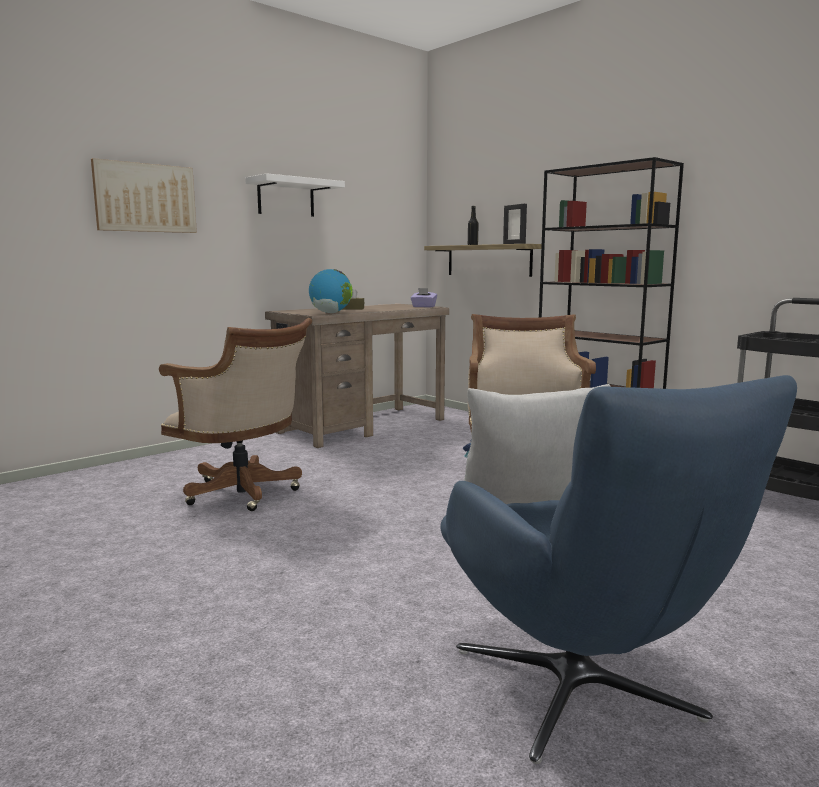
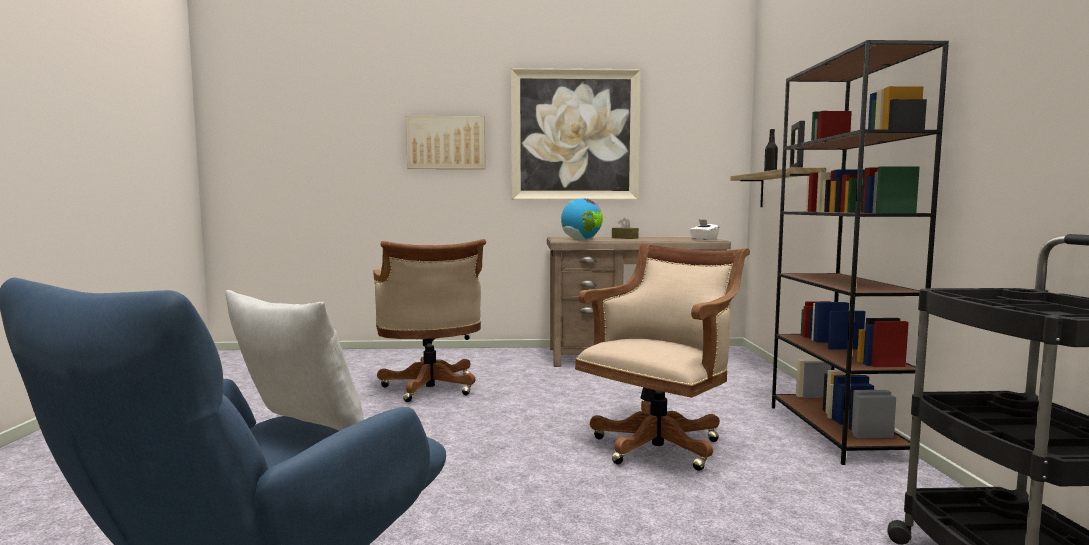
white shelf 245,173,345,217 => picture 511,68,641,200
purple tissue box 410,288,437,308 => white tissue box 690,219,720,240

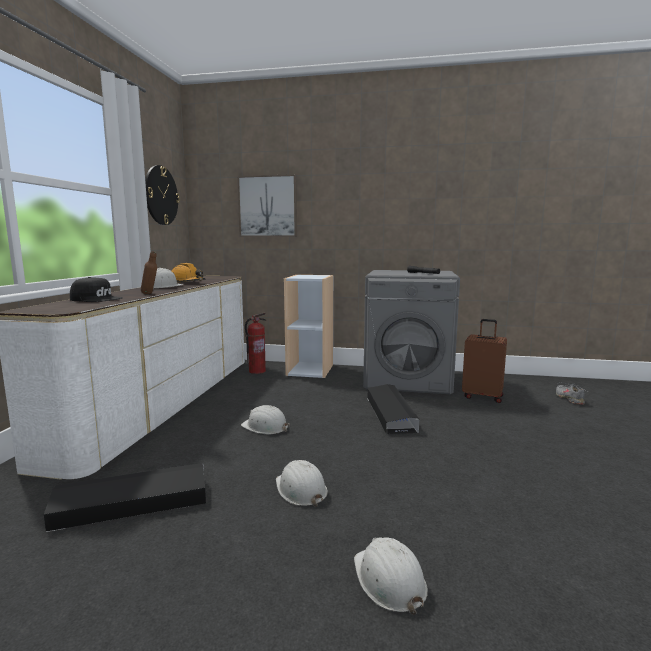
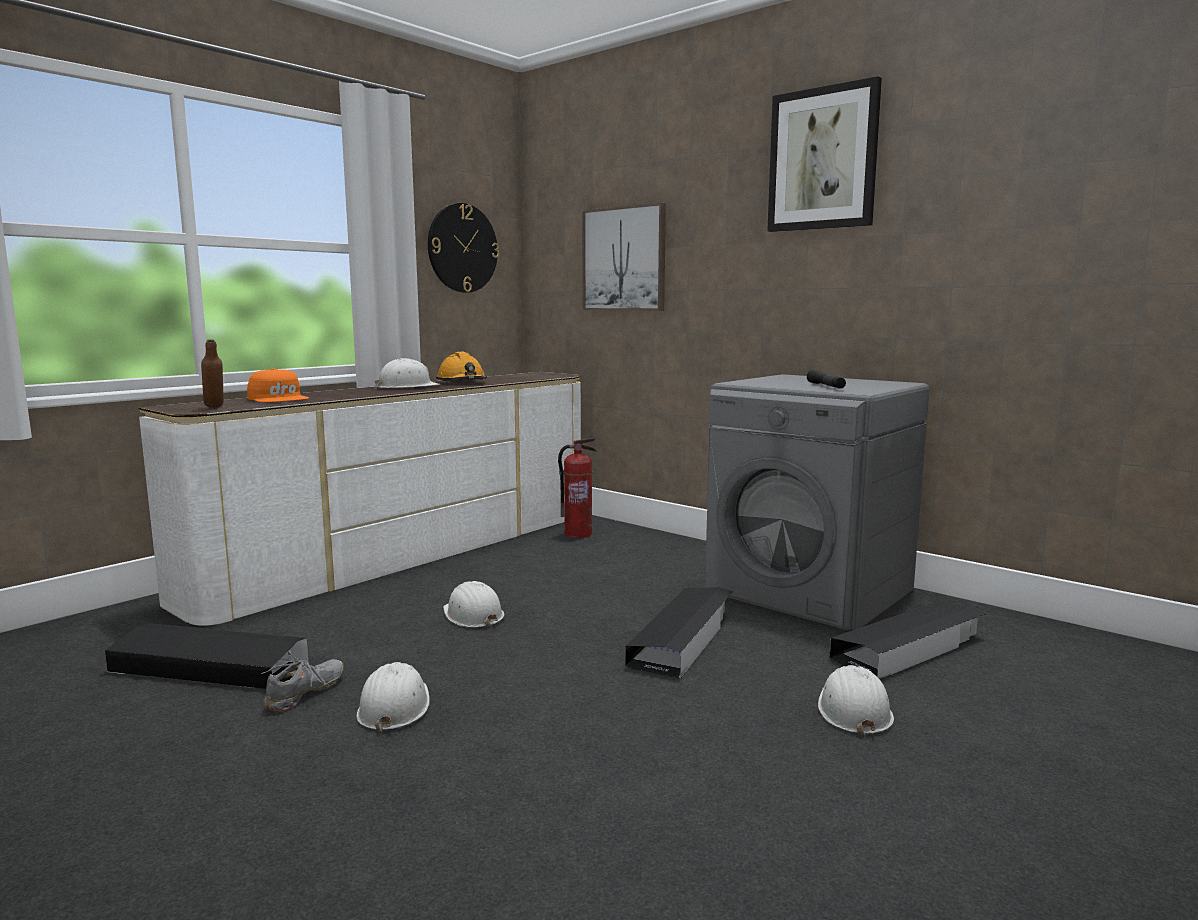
bookcase 284,275,333,378 => nothing
nothing => picture 767,76,882,232
brown bottle 141,251,157,294 => brown bottle 201,339,224,408, moved
white hard hat 354,537,428,615 => white hard hat 818,665,894,738, moved
grey shoe 556,382,587,404 => grey shoe 261,650,344,712, moved
brown suitcase 462,319,507,403 => black storage box 830,601,987,679
black cap 70,277,123,302 => orange cap 247,368,309,402

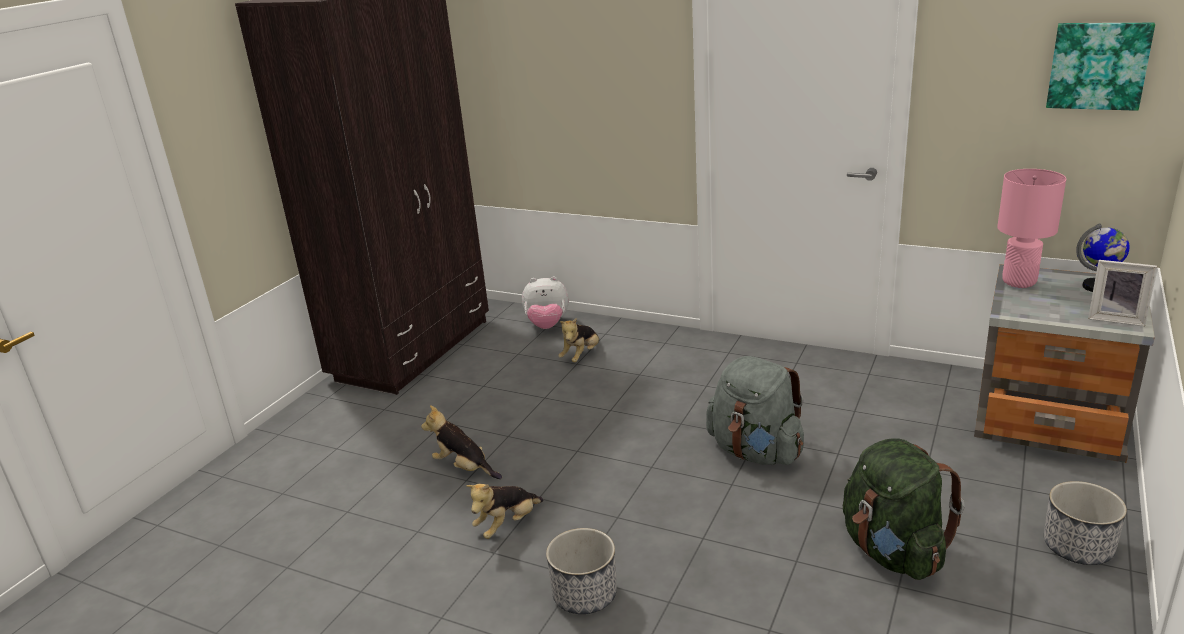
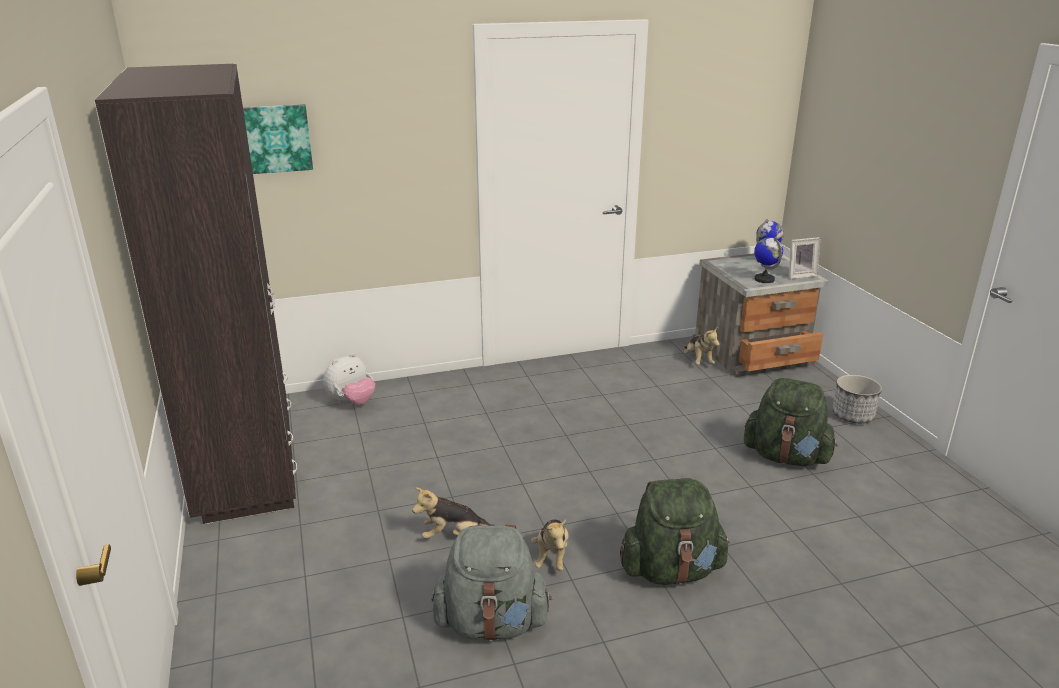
pink table lamp 997,169,1066,288 => nothing
nothing => globe 754,237,783,283
plush toy 558,318,599,362 => plush toy 684,326,719,365, moved
grey backpack 706,356,804,465 => grey backpack 432,525,552,641, moved
picture 1046,23,1155,111 => picture 243,104,313,174, moved
planter 546,528,617,614 => green backpack 620,478,730,585

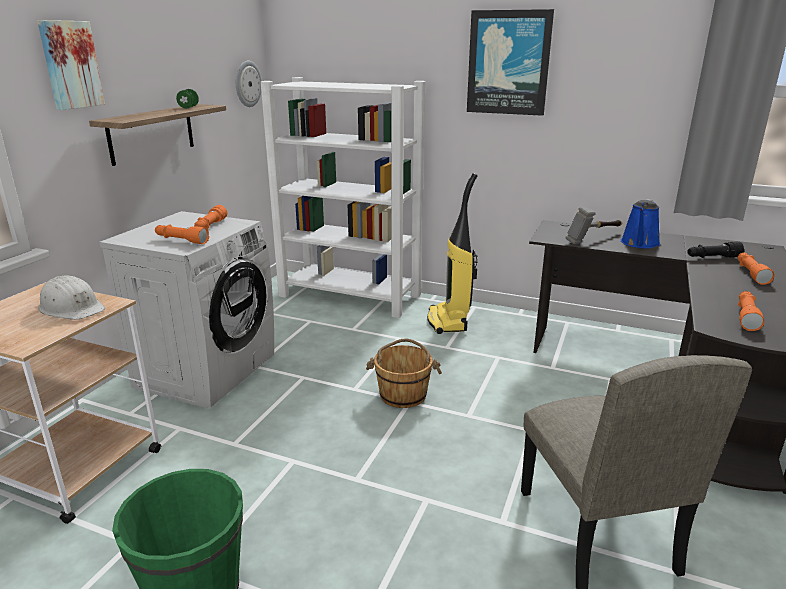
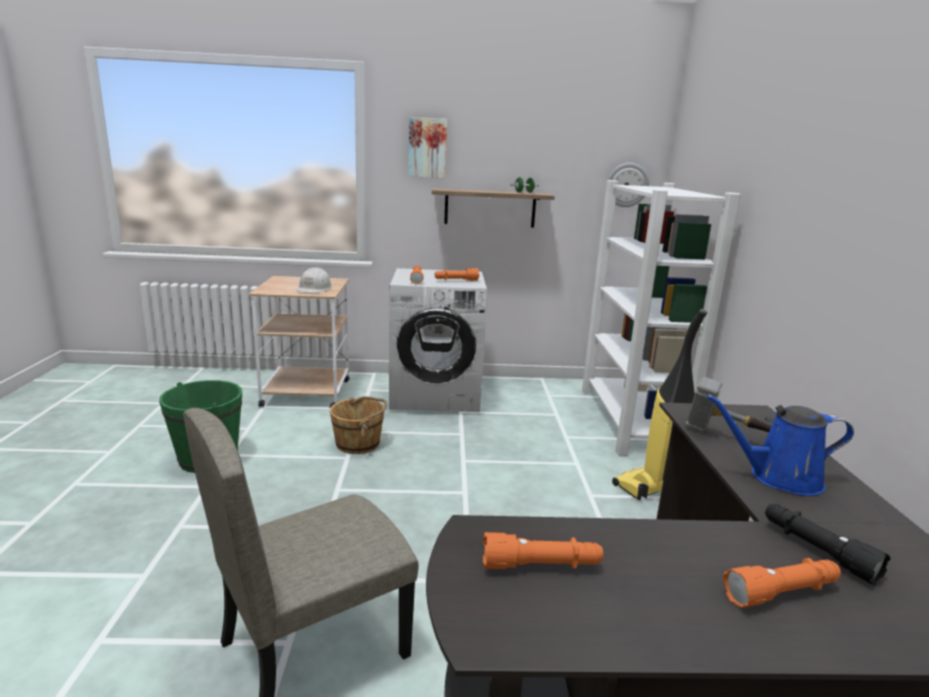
picture 467,9,554,116 => nothing
brown bucket 366,339,442,408 => brown bucket 330,396,387,454, moved

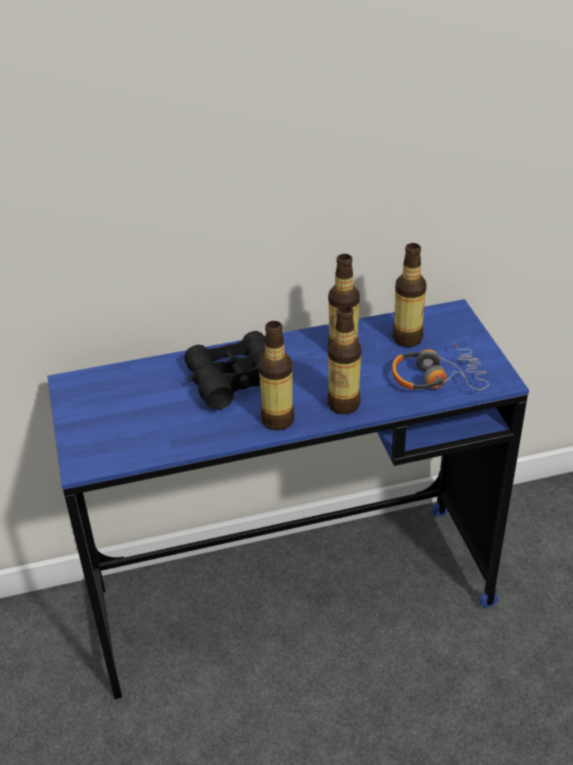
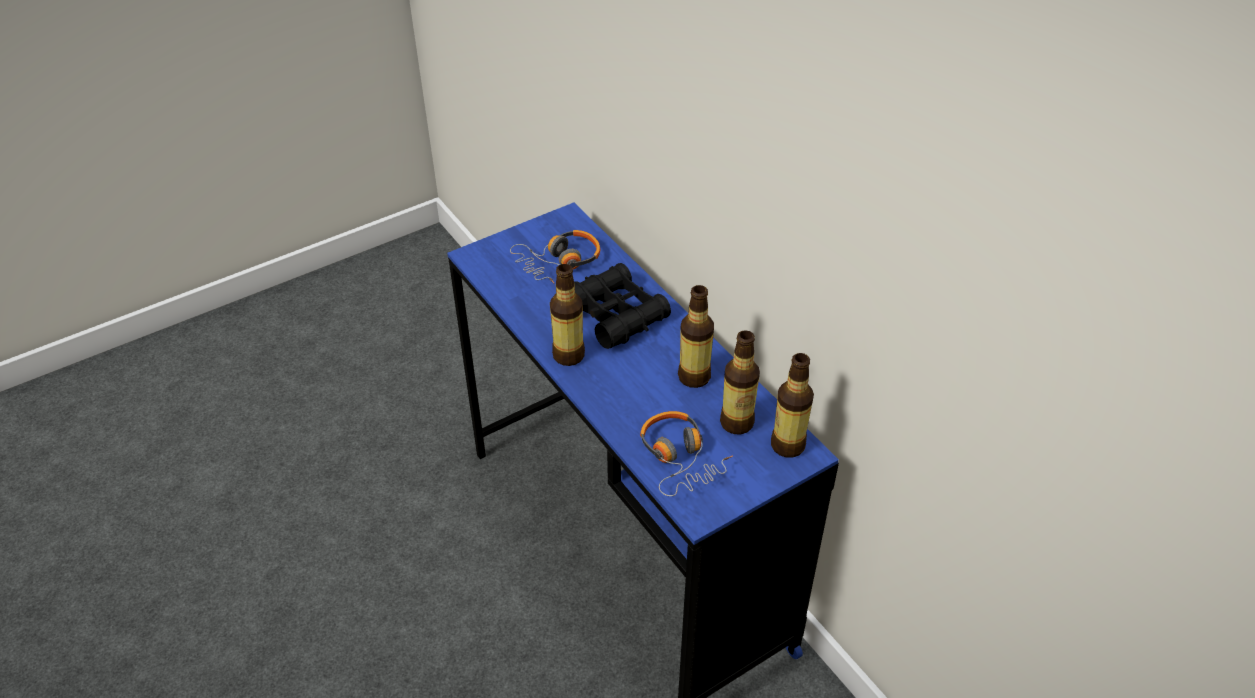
nothing => headphones 510,230,600,283
bottle 327,306,361,414 => bottle 771,353,814,458, moved

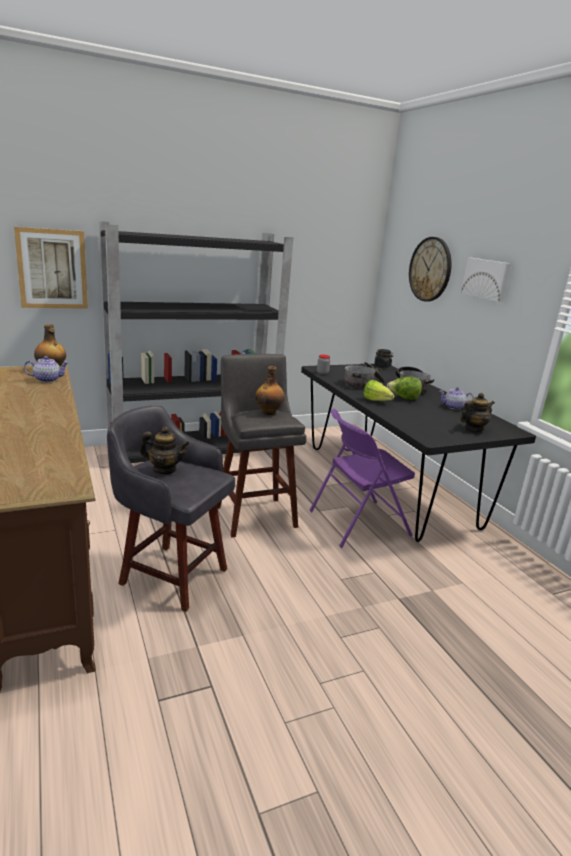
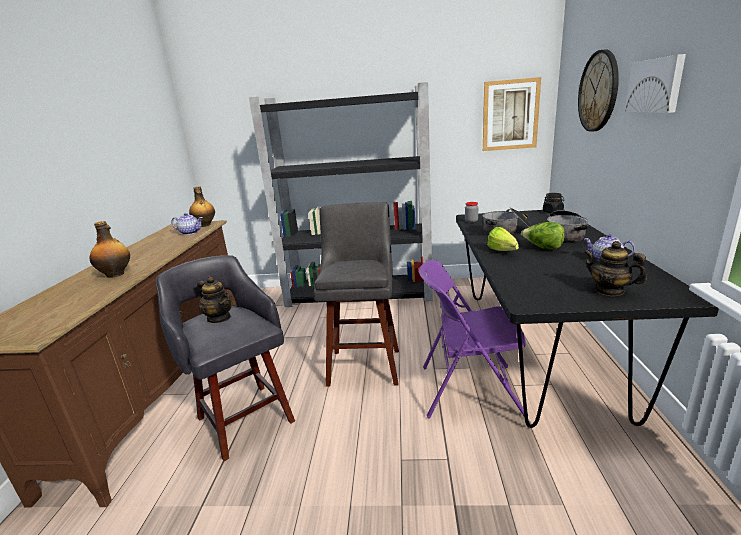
picture 14,227,88,309 => picture 483,77,541,151, moved
bottle 255,366,285,415 => bottle 89,221,130,278, moved
teapot 461,393,495,432 => teapot 584,241,647,296, 135 degrees counterclockwise

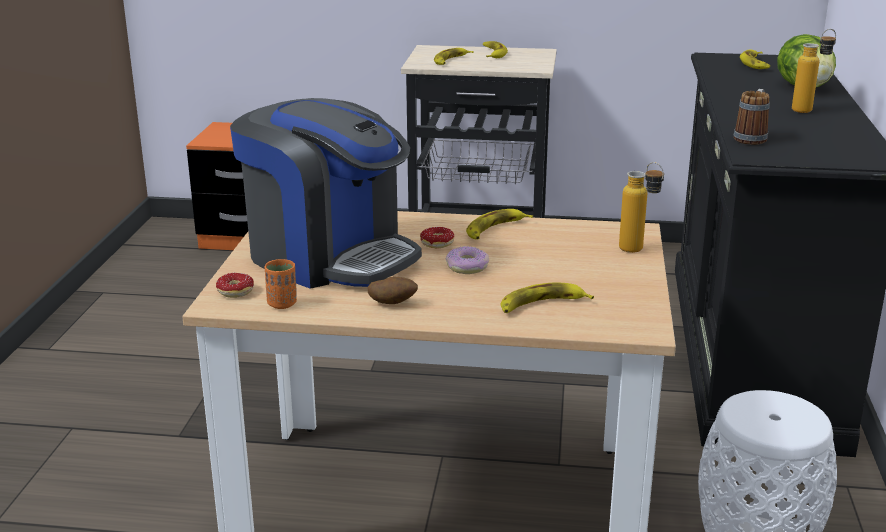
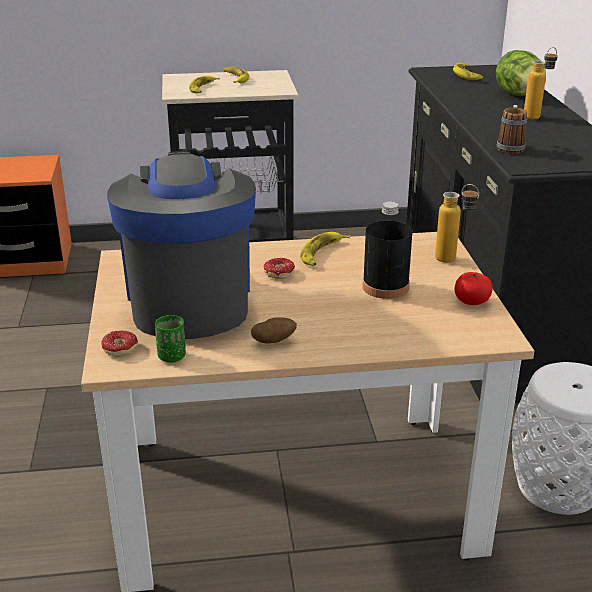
donut 446,246,489,274 => nothing
banana 501,282,594,313 => nothing
nothing => black bottle 362,202,412,299
nothing => tomato 454,272,493,305
orange cup 265,259,297,309 => green cup 155,315,186,363
coffee machine 230,98,422,289 => coffee machine 107,151,256,339, 120 degrees counterclockwise

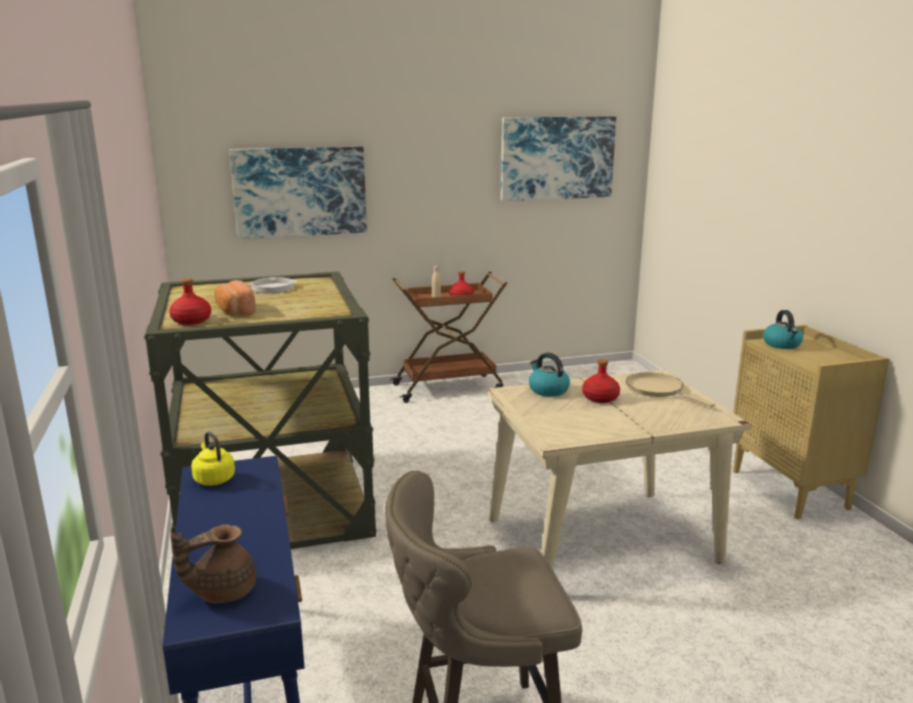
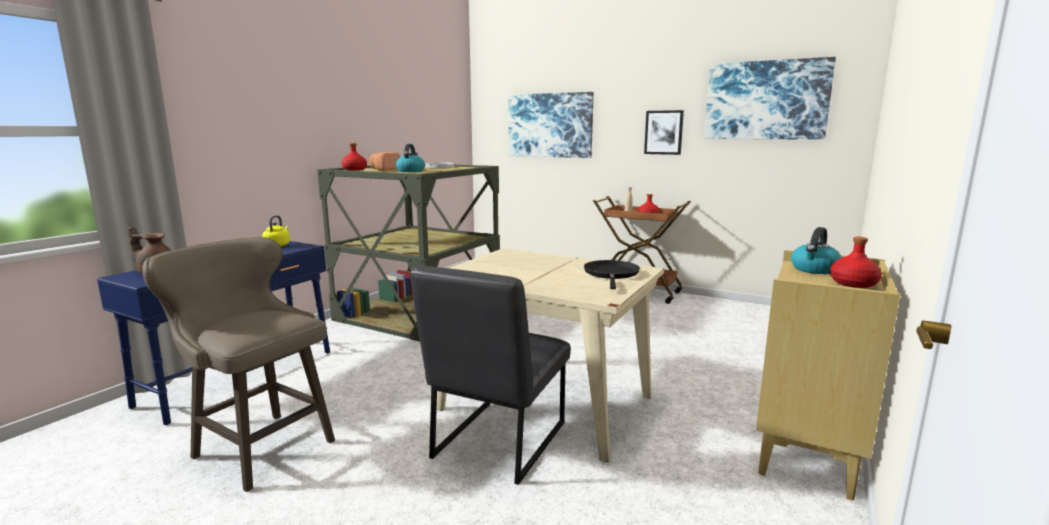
nothing => grey chair 410,266,571,485
nothing => picture 644,110,684,155
kettle 529,353,570,396 => kettle 396,144,425,172, moved
red bottle 582,359,620,403 => red bottle 830,237,882,288, moved
beige frying pan 626,372,715,407 => black frying pan 584,260,640,289

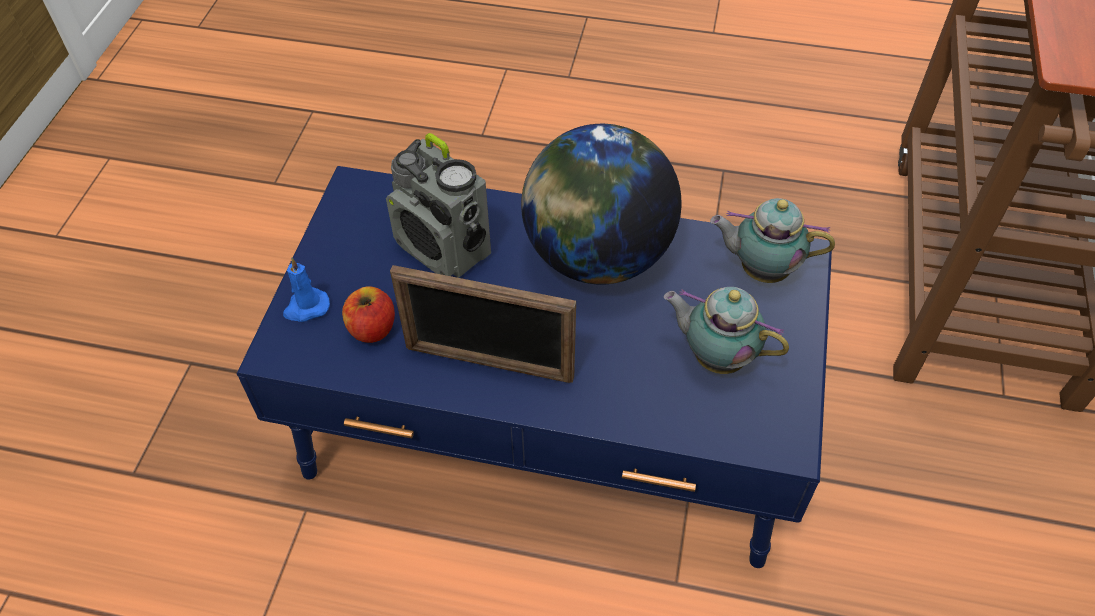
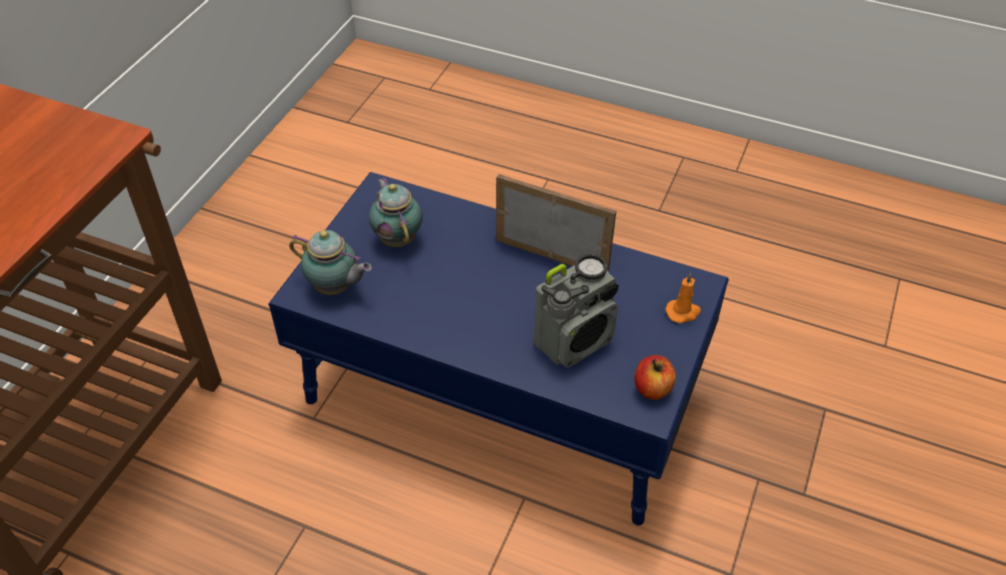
globe 521,124,682,285 => nothing
apple 342,286,395,343 => apple 634,355,676,400, moved
blue candle 283,257,330,322 => orange candle 665,273,701,323
radio 386,133,491,278 => radio 534,254,619,368, 90 degrees clockwise
teapot 664,287,789,374 => teapot 369,177,422,247, 150 degrees counterclockwise

